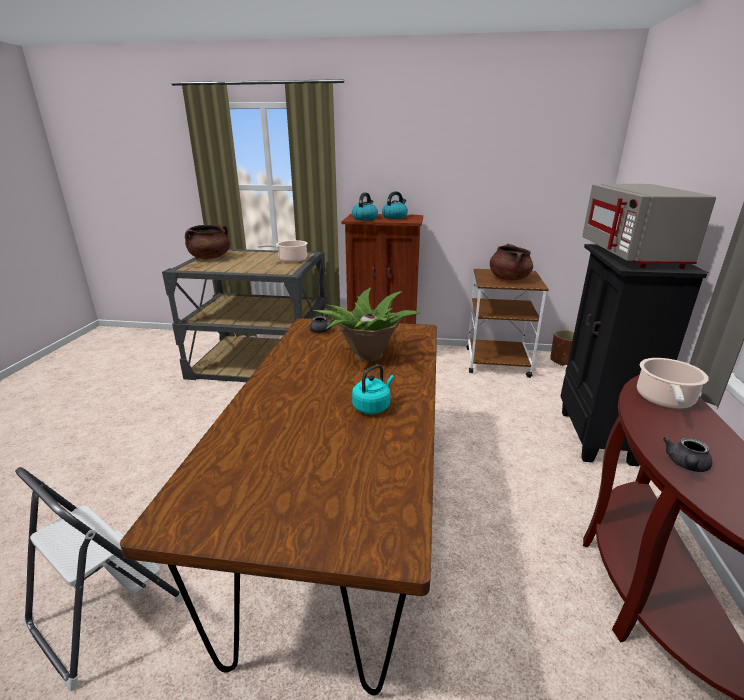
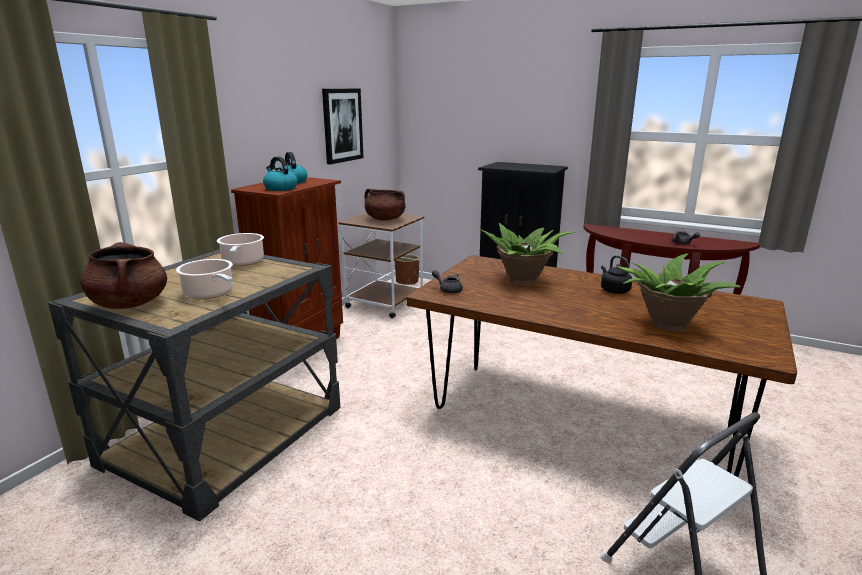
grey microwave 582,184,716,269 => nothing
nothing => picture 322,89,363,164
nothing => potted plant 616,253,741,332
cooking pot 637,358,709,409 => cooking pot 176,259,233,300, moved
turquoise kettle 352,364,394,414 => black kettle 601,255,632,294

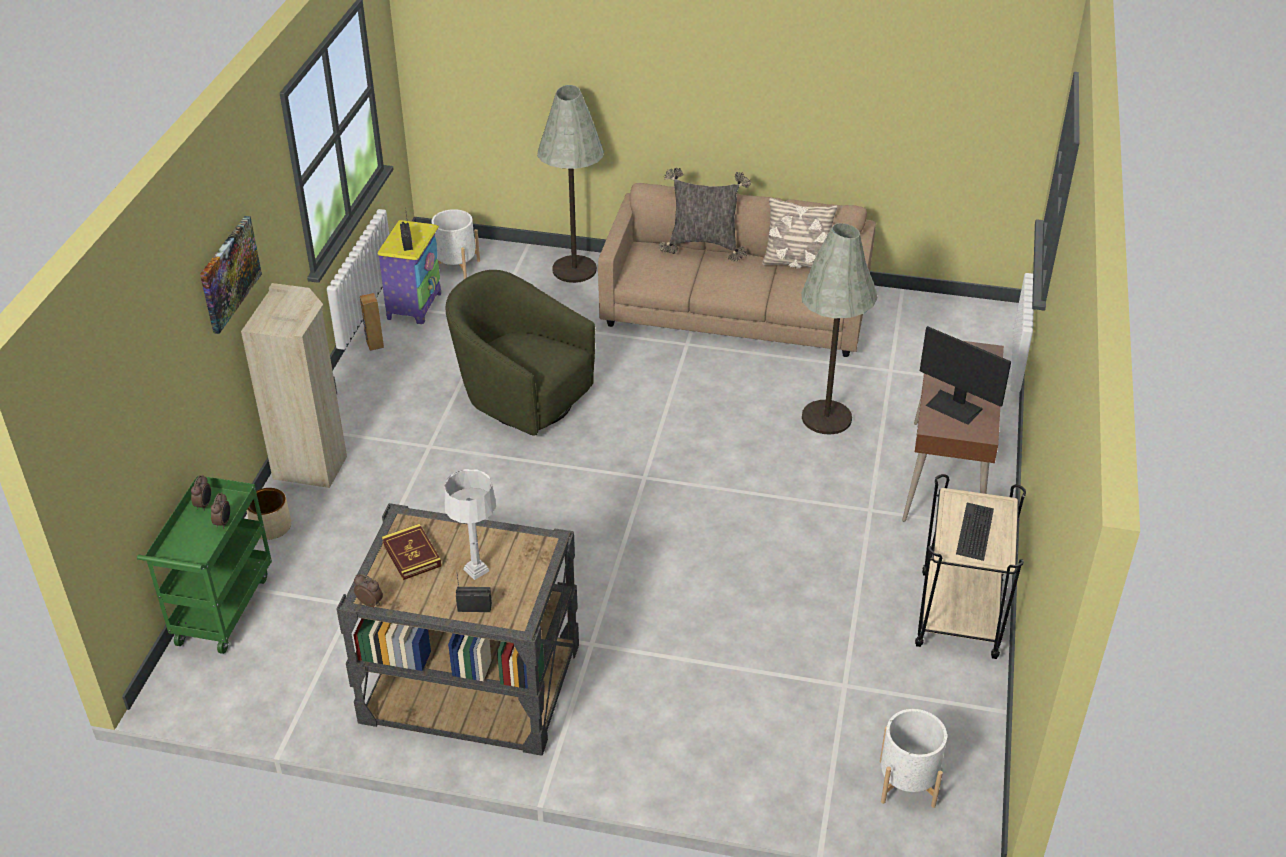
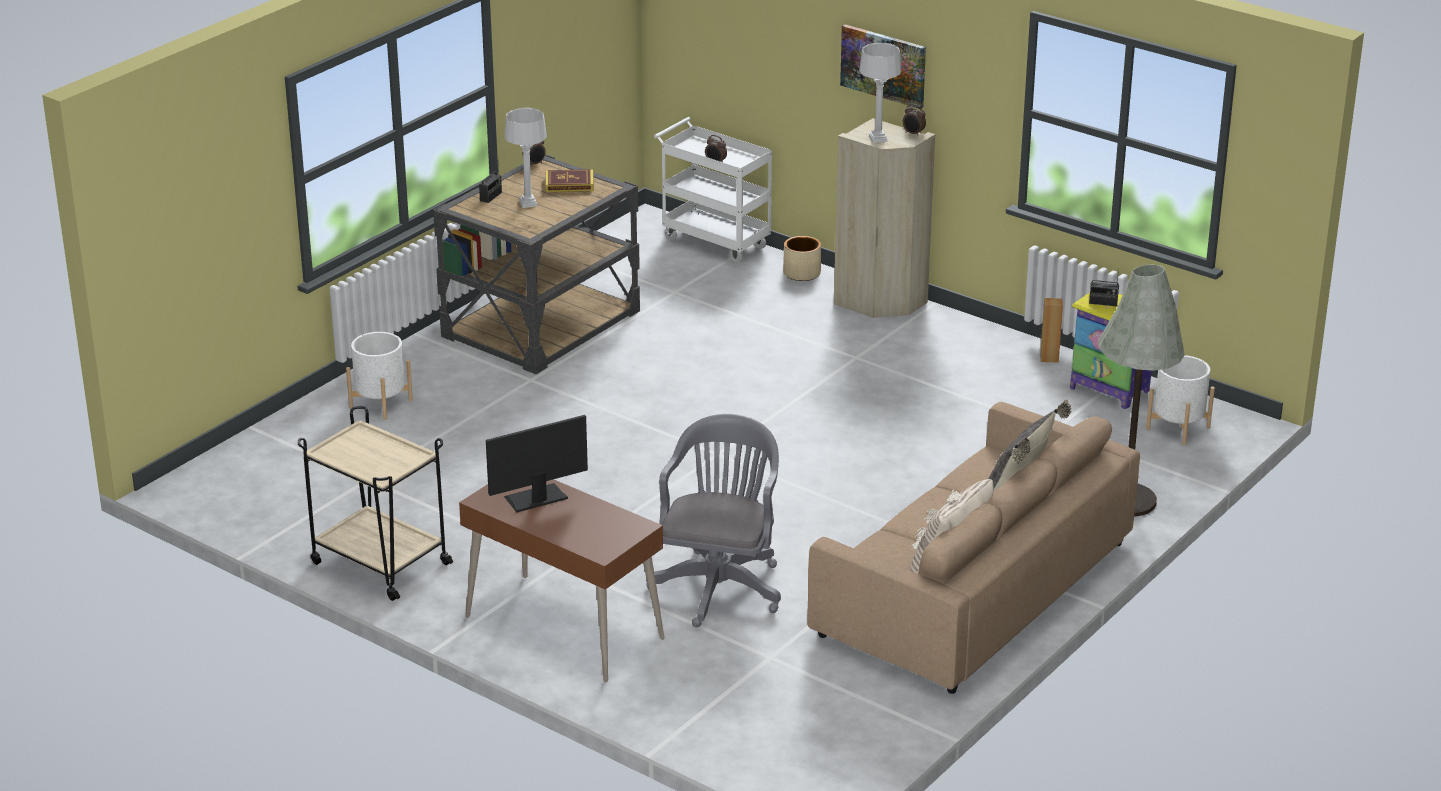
green armchair 446,270,595,436 => nothing
keyboard 956,503,994,561 => nothing
nothing => grey table lamp 859,42,901,143
alarm clock 191,475,211,511 => alarm clock 903,104,926,136, moved
white planter 880,709,947,808 => white planter 346,332,413,420, moved
grey floor lamp 801,223,878,435 => grey office chair 646,414,781,627
green cart 137,476,272,654 => white cart 654,117,772,263

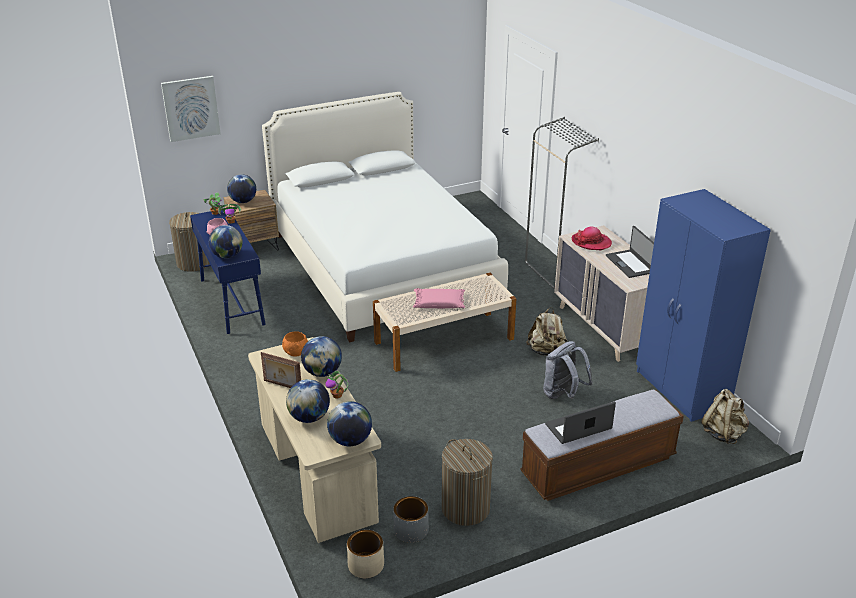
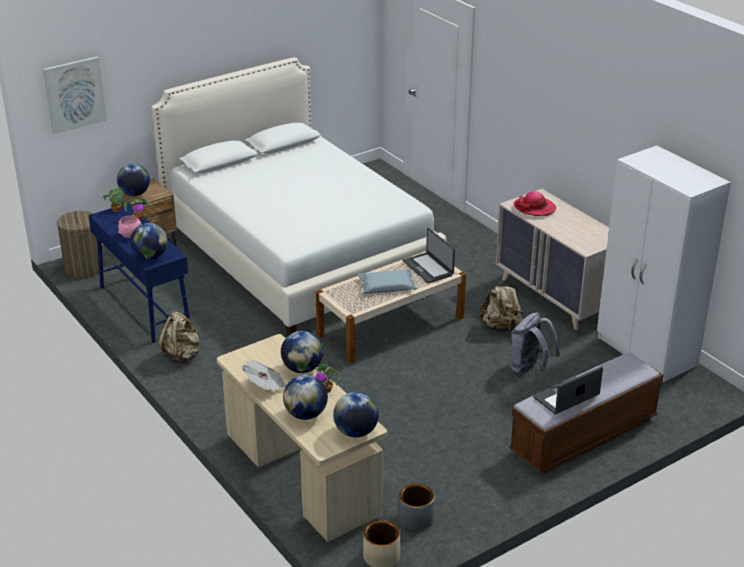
orange bowl 282,331,308,357 => nothing
laundry basket 442,439,493,526 => nothing
grey clothes rack 525,117,599,289 => nothing
laptop 606,226,654,278 => laptop 403,228,455,283, moved
beige backpack 701,389,749,444 => beige backpack 158,312,200,364, moved
picture frame 261,352,301,388 => newspaper 241,361,286,391
pink pillow 413,288,465,308 => blue pillow 357,269,417,294
blue wardrobe 636,189,771,422 => white wardrobe 597,146,731,382

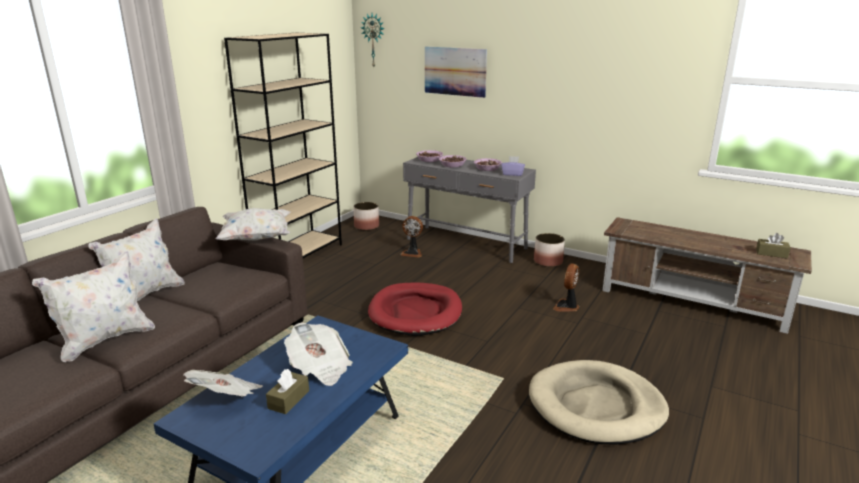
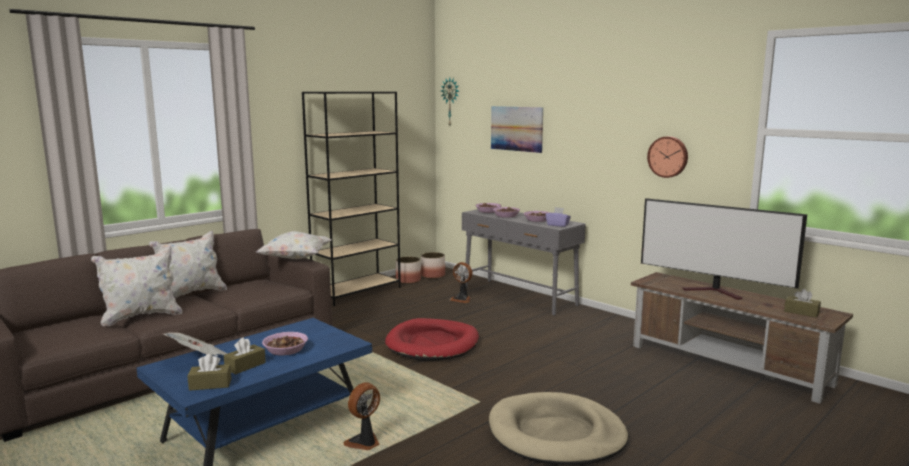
nothing => brown tissue box 187,354,232,391
nothing => television 641,198,807,300
nothing => wall clock 647,136,688,178
planter 534,233,565,267 => planter 396,257,421,284, moved
fan 553,263,579,312 => fan 343,382,380,450, moved
newspaper 284,322,353,386 => bowl 262,332,308,356

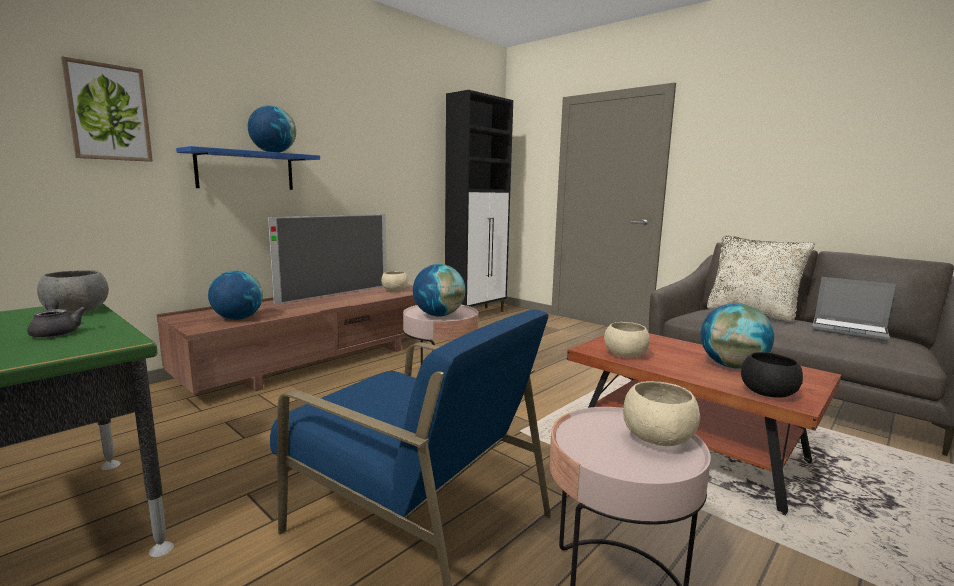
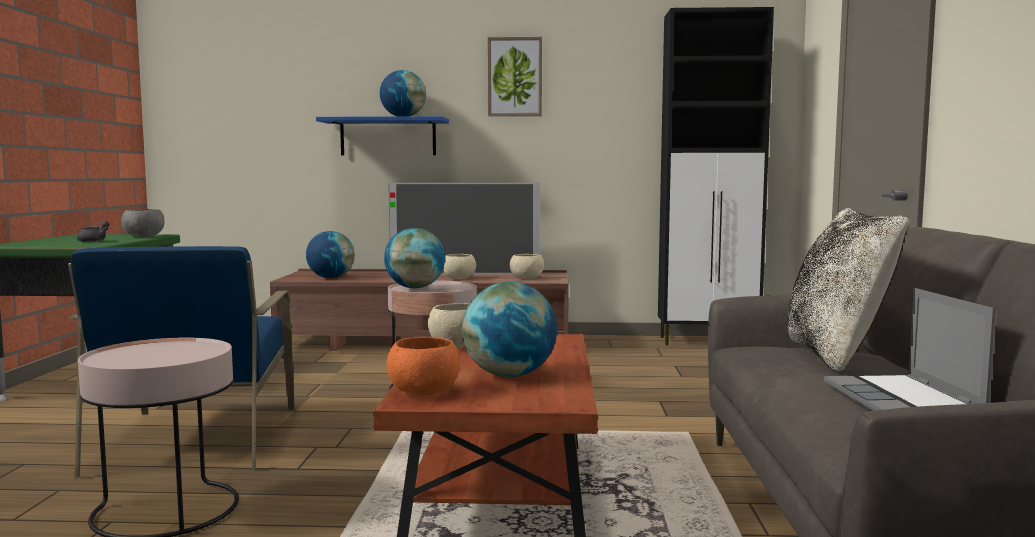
picture 61,56,153,162 => picture 488,37,542,116, moved
beige bowl 623,381,700,446 => beige bowl 443,254,476,279, moved
black bowl 741,352,803,398 => orange bowl 386,337,460,395

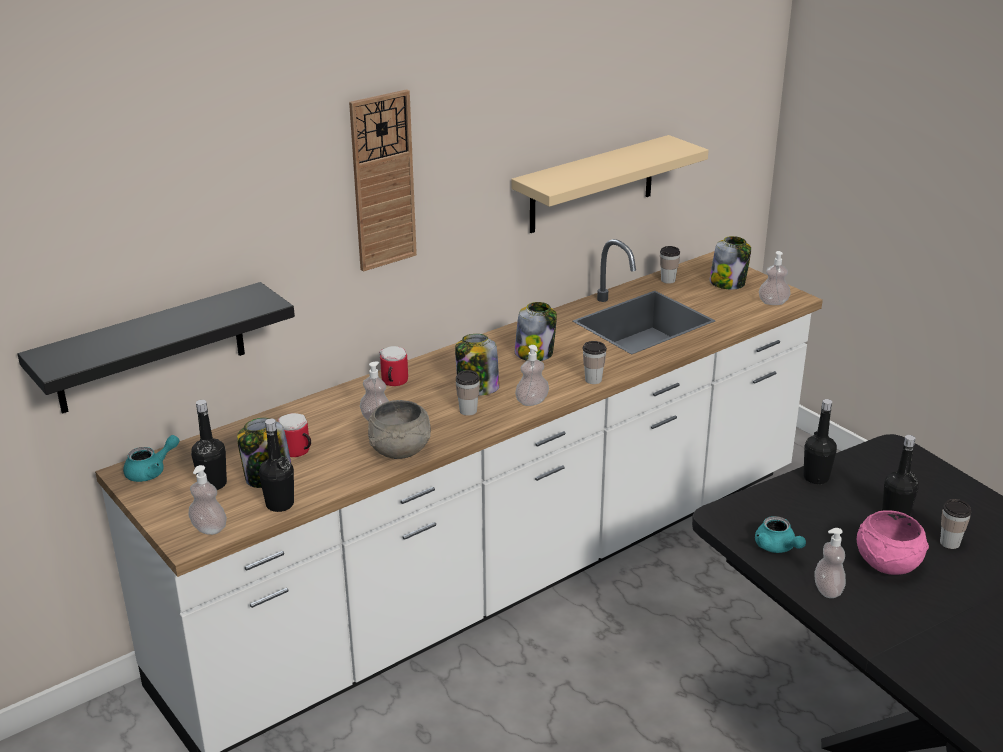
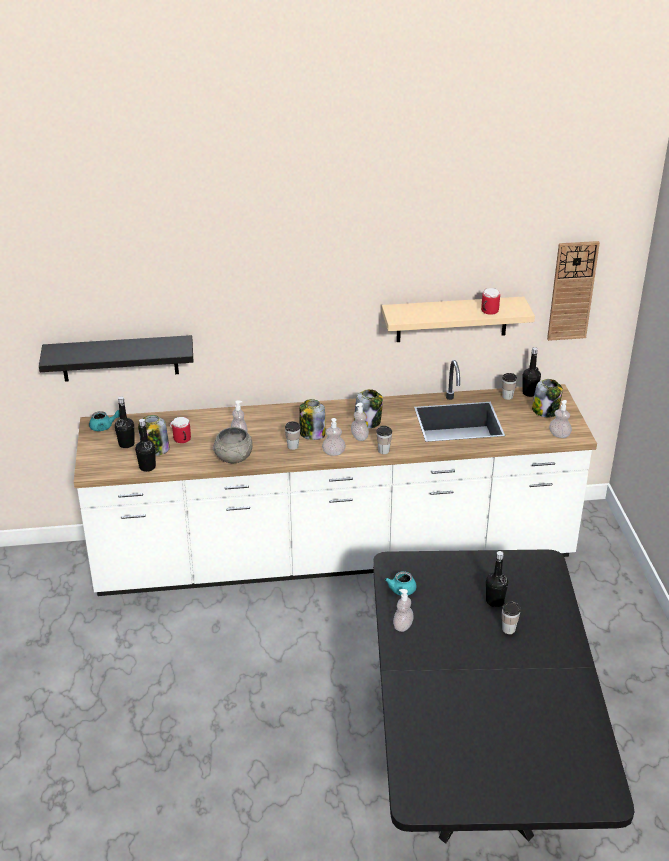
pink bowl 857,511,929,575 => nothing
soap dispenser 188,465,227,535 => soap dispenser 351,403,369,441, moved
wall clock 349,89,417,272 => wall clock 547,241,600,341, moved
mug 379,346,408,386 => mug 481,288,500,315, moved
black bottle 803,399,837,484 => black bottle 522,347,541,397, moved

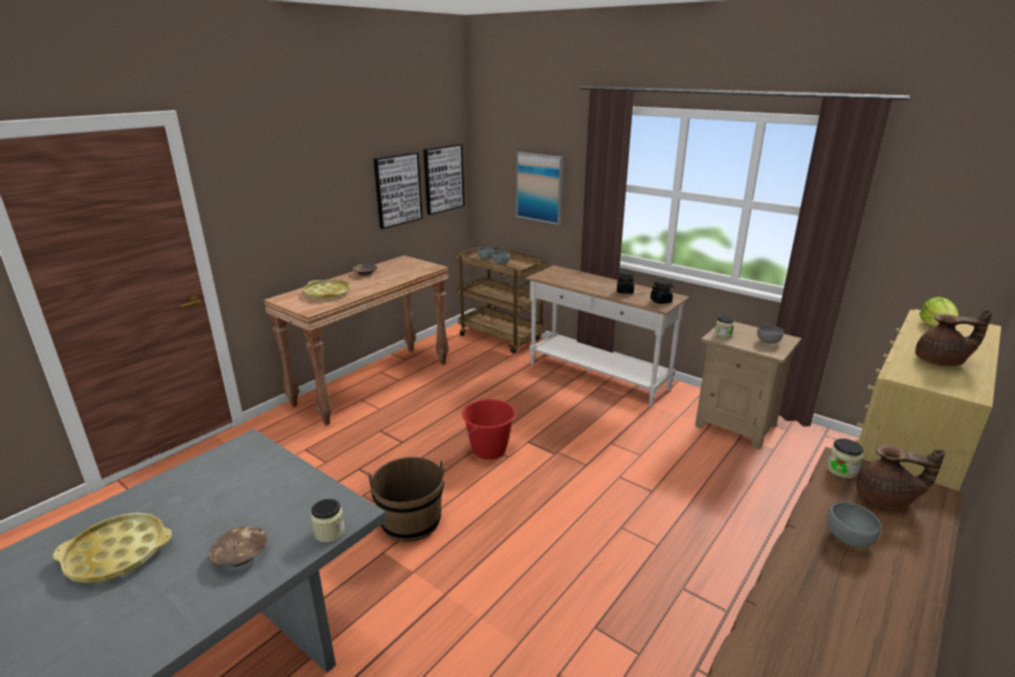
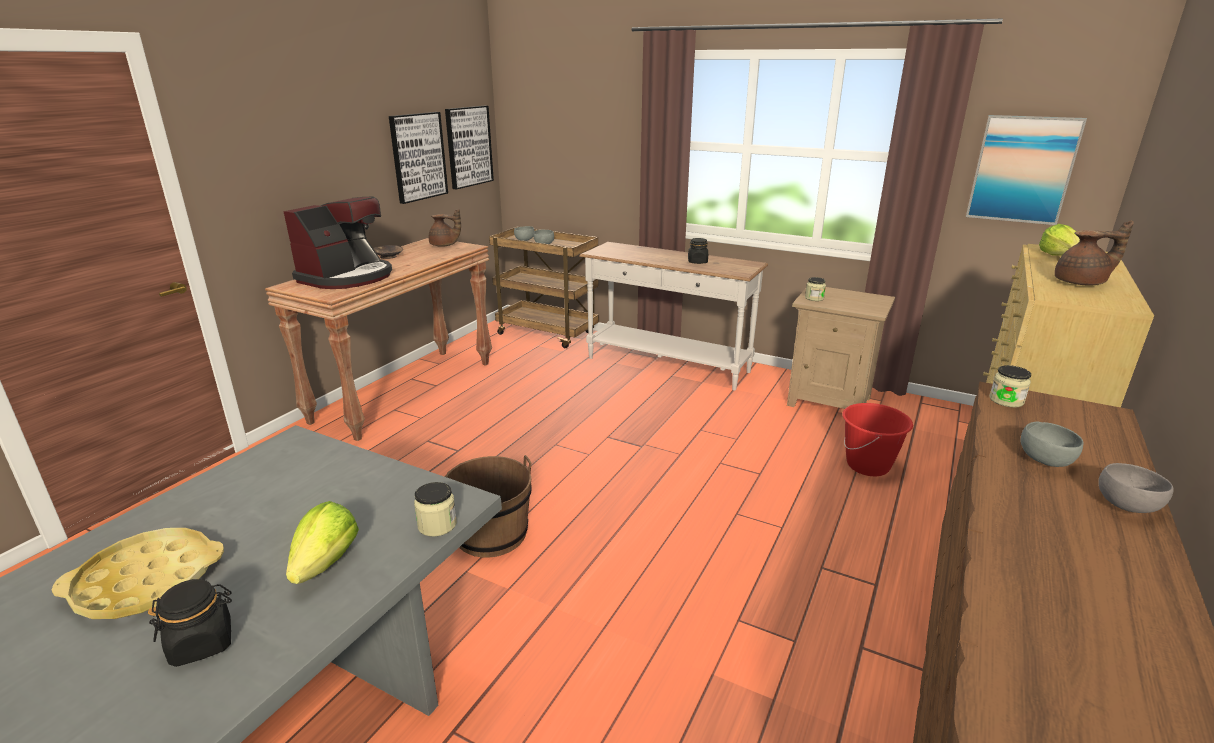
red bucket 462,399,516,460 => red bucket 842,403,913,476, moved
picture 516,152,563,225 => picture 966,115,1087,225, moved
black jar 650,280,674,304 => black jar 148,579,232,667, moved
grey bowl 757,325,784,344 => grey bowl 1098,463,1174,513, moved
brown teapot 856,445,945,509 => brown teapot 429,209,461,247, moved
brown bowl 208,526,267,566 => lettuce 286,501,359,584
yellow tray 303,279,350,300 => coffee machine 283,197,392,289

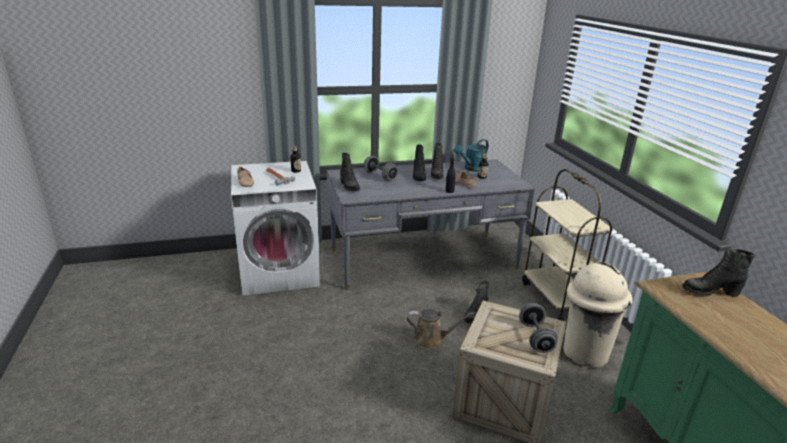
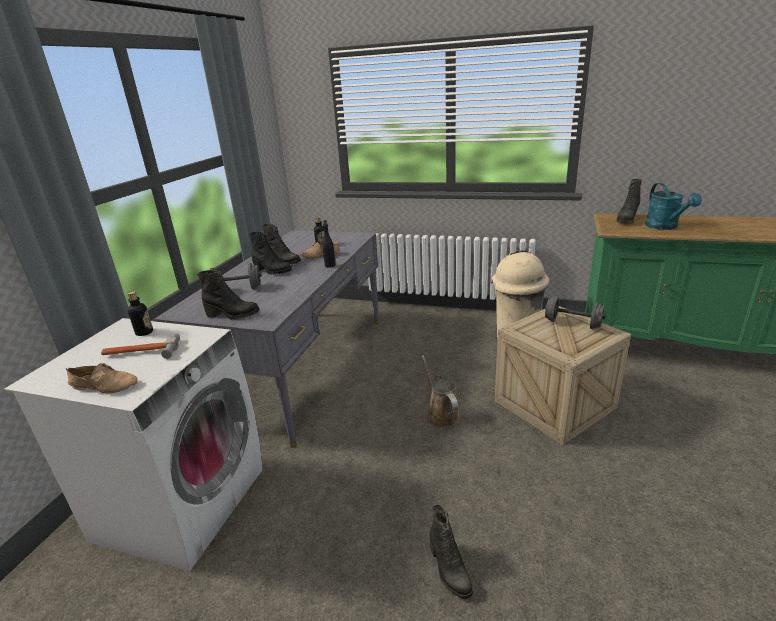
beige cart 522,169,613,321 => nothing
turquoise watering can 454,139,489,172 => turquoise watering can 645,183,702,230, moved
black boot 464,281,489,323 => black boot 430,504,473,599, moved
brown watering can 407,309,474,349 => brown watering can 422,355,461,428, 60 degrees counterclockwise

